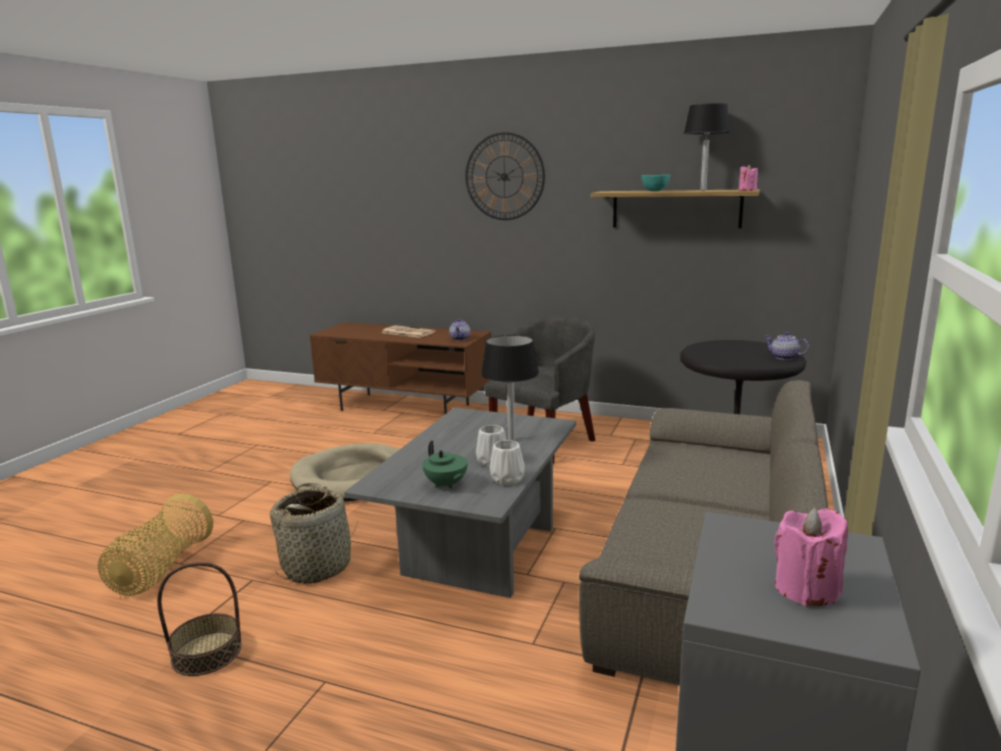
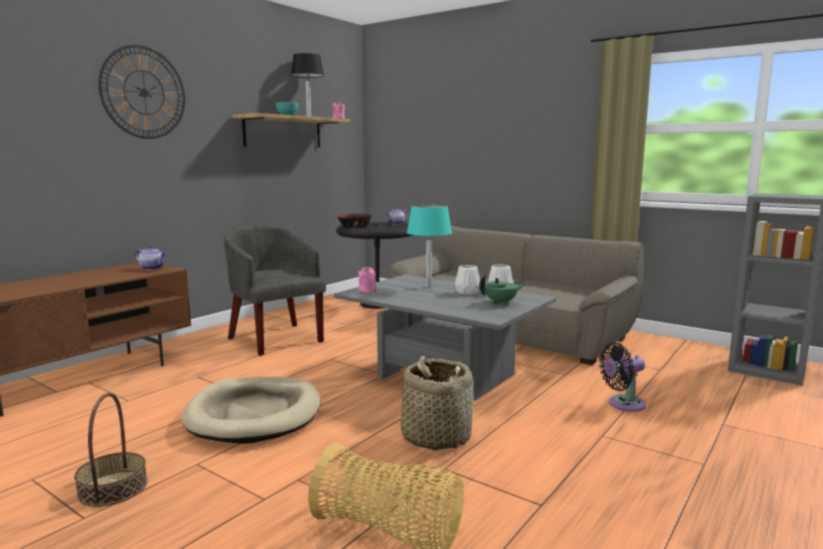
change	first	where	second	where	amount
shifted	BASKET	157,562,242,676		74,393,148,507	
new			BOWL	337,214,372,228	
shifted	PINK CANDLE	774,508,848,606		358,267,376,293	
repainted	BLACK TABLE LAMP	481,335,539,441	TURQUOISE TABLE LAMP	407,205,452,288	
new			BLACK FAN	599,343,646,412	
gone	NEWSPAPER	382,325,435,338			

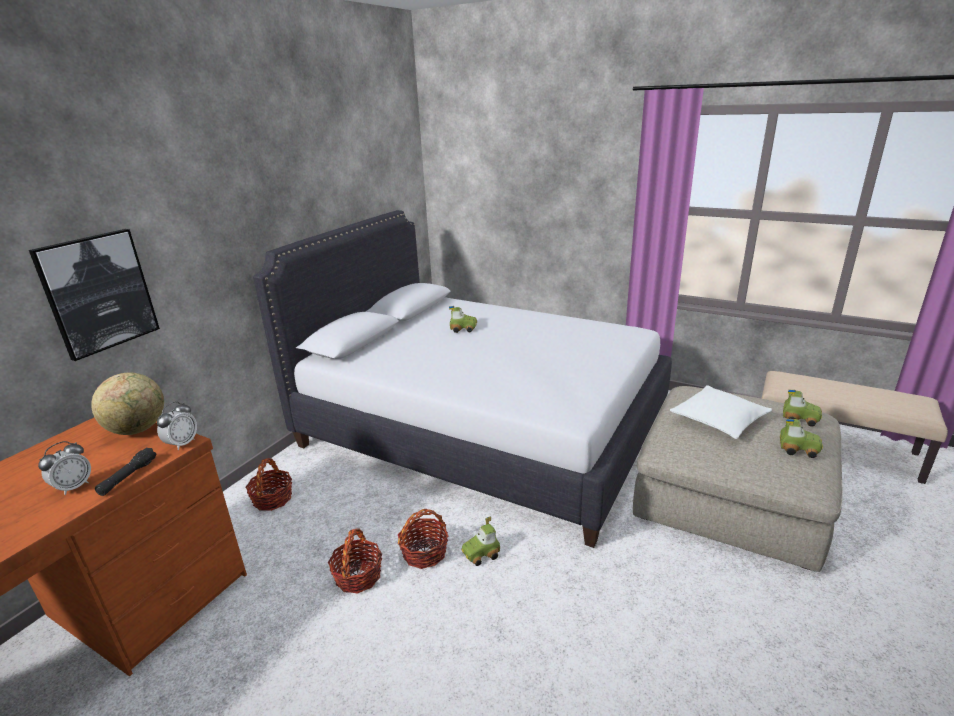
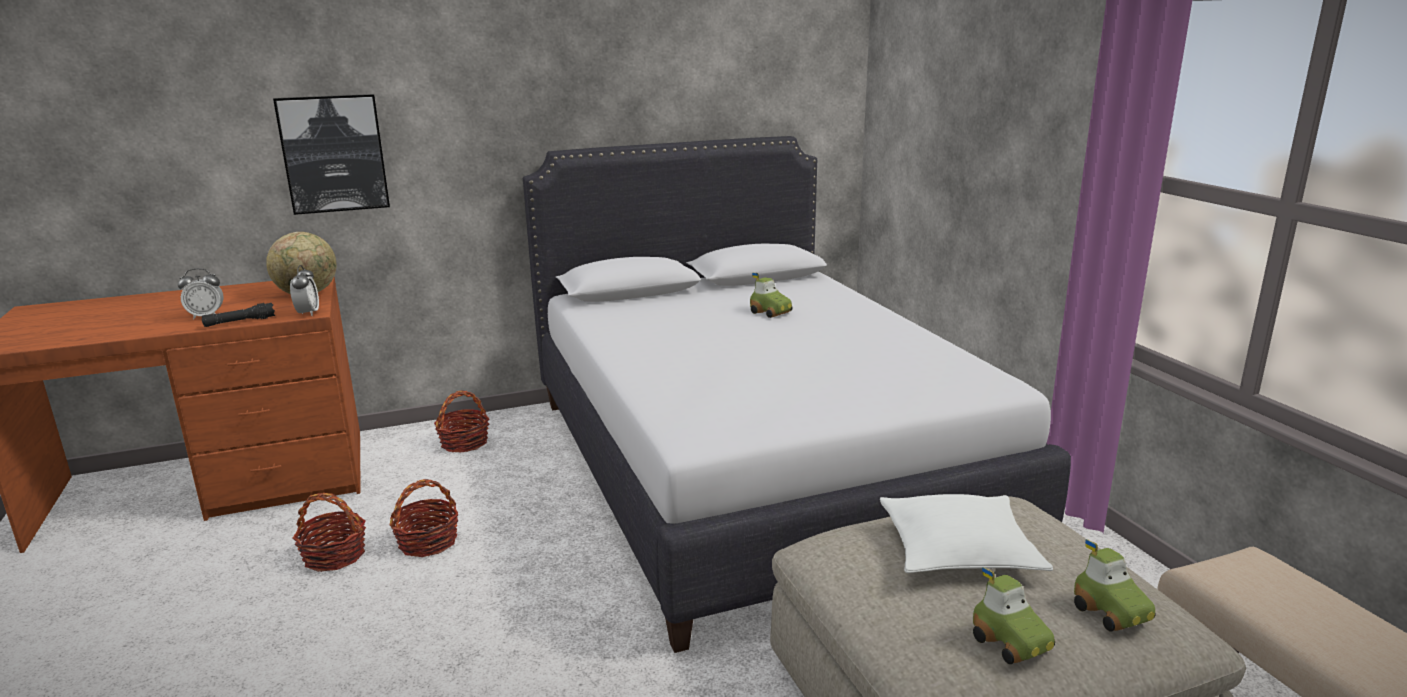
change	first	where	second	where	amount
rotated	ALARM CLOCK	157,401,197,450		290,265,319,316	75 degrees counterclockwise
shifted	BASKET	398,509,448,569		293,493,366,572	
gone	TOY CAR	462,516,500,566			

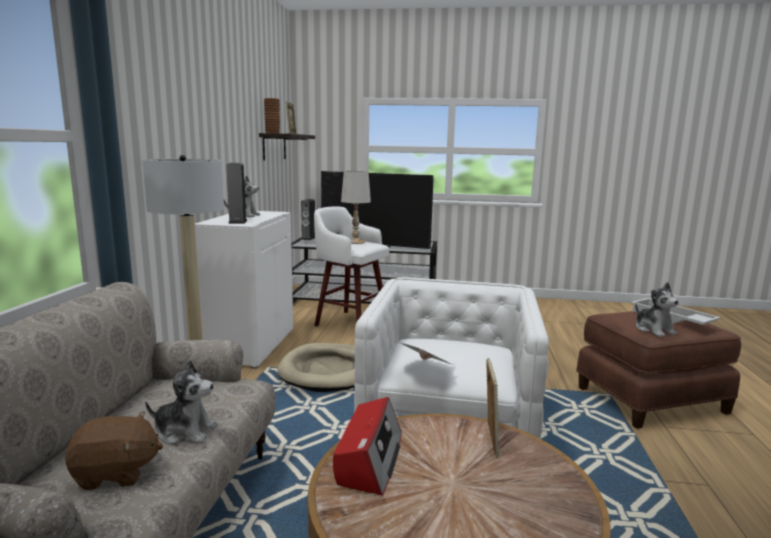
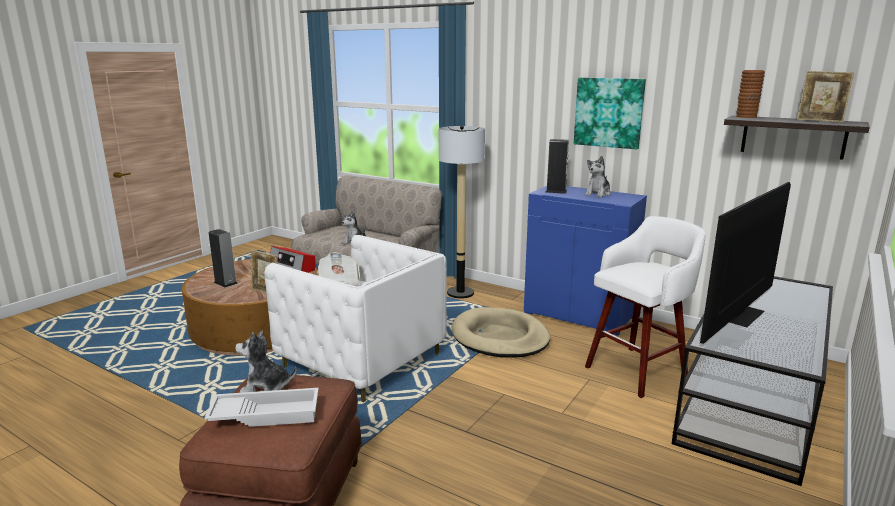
change	first	where	second	where	amount
shifted	SPEAKER	301,199,315,240		209,229,238,288	
repainted	WHITE CABINET	195,211,293,369	BLUE CABINET	524,186,647,336	
new			PICTURE	574,78,646,149	
gone	BROWN PLUSH TOY	65,411,163,490			
gone	WHITE TABLE LAMP	341,171,371,244			

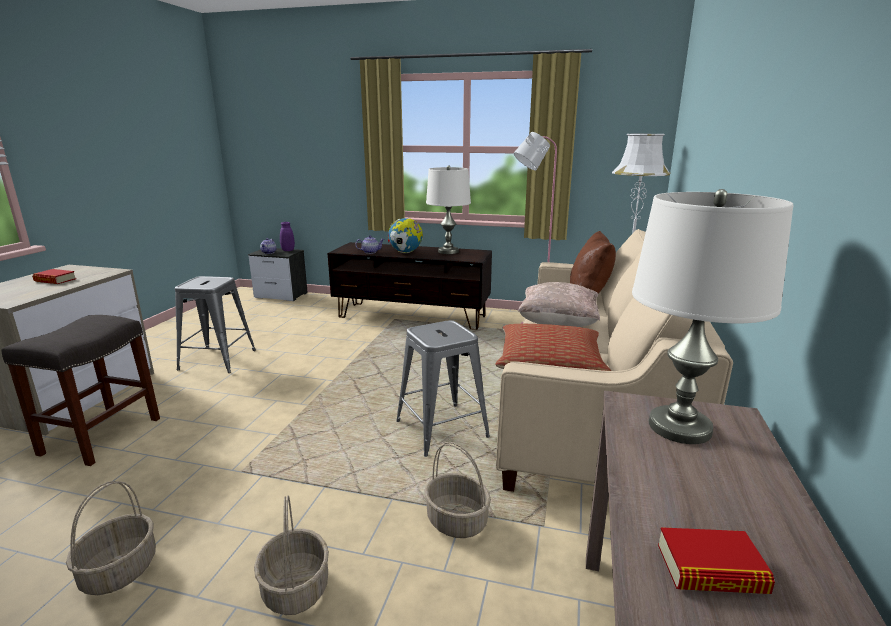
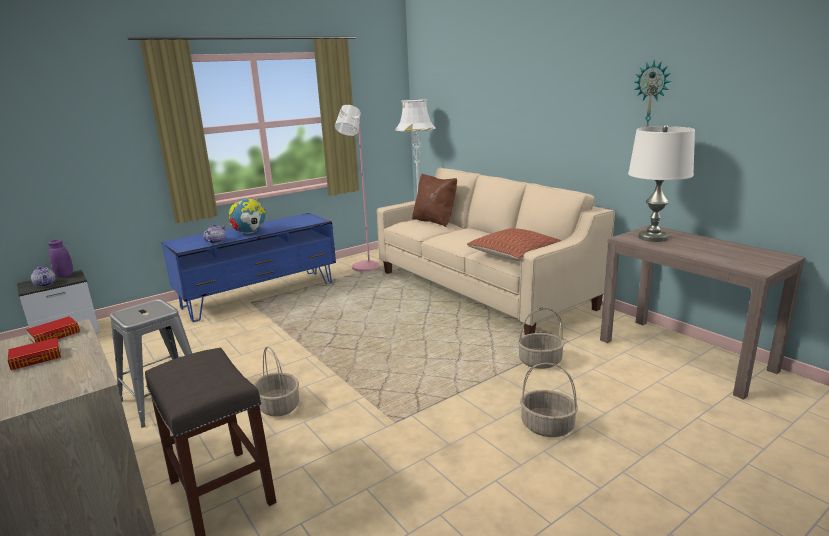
change	first	where	second	where	amount
shifted	BOOK	658,527,775,594		26,316,80,343	
repainted	BROWN TV STAND	328,242,492,330	BLUE TV STAND	161,213,336,322	
shifted	BASKET	66,481,156,595		253,347,299,417	
new			WALL CLOCK	634,60,671,127	
gone	GREY STOOL	396,320,490,457			
gone	WHITE TABLE LAMP	426,165,471,254			
gone	BEIGE PILLOW	518,282,600,327			

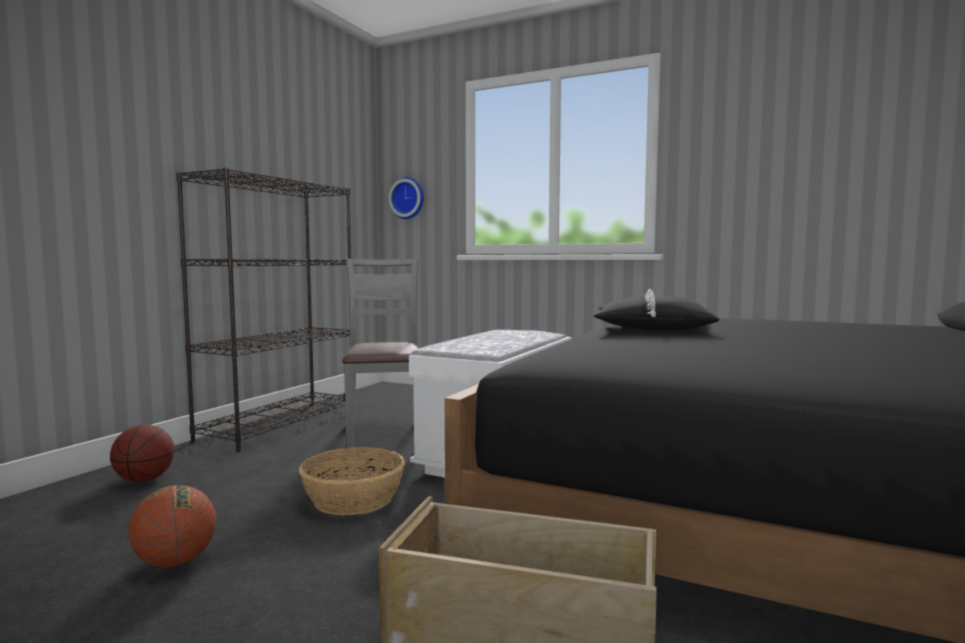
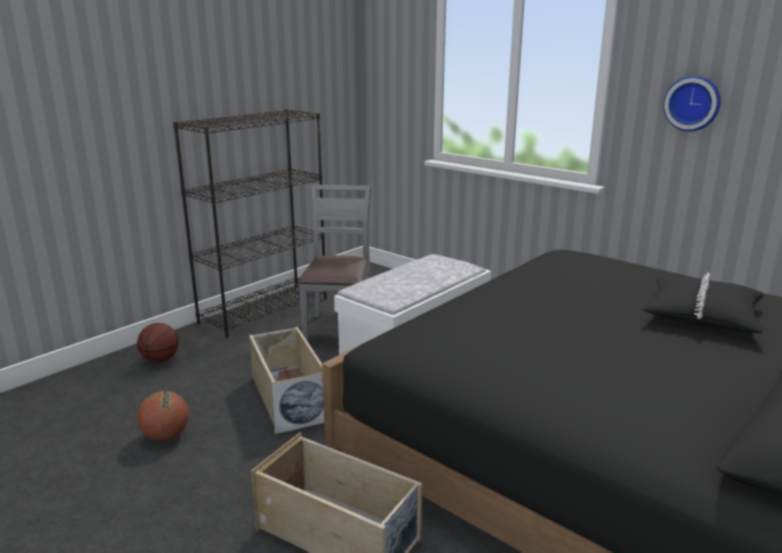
change	first	where	second	where	amount
swapped	BASKET	299,447,405,515	BEIGE STORAGE BOX	249,327,324,434	
shifted	BLACK PILLOW	594,288,720,330		642,272,764,333	
shifted	WALL CLOCK	389,177,424,219		663,75,721,132	

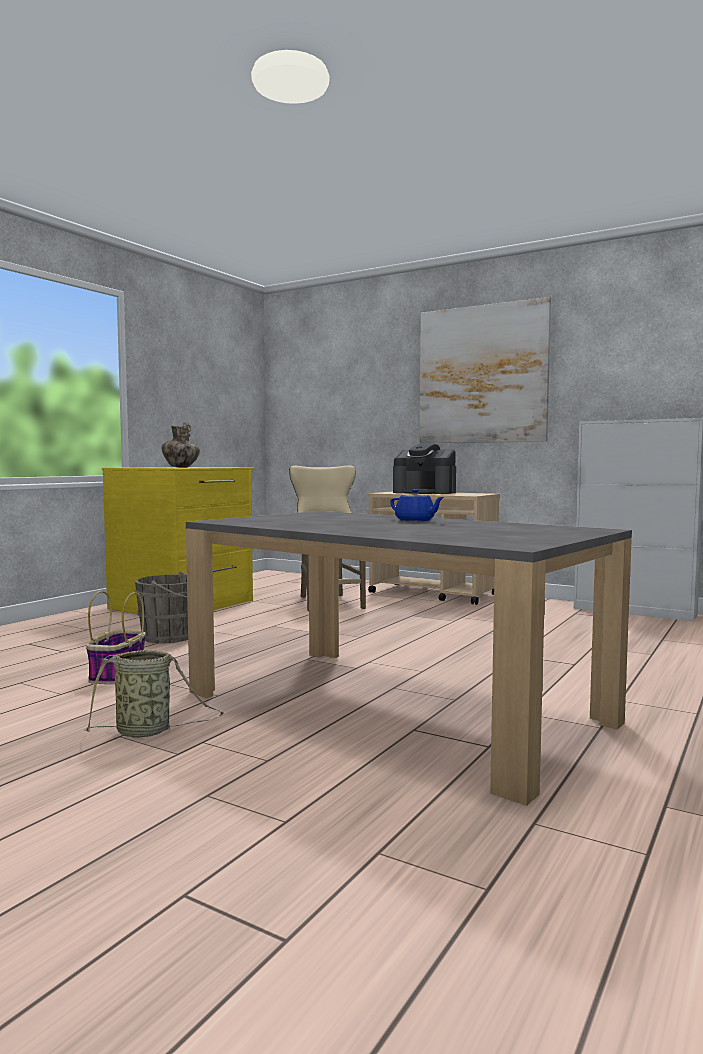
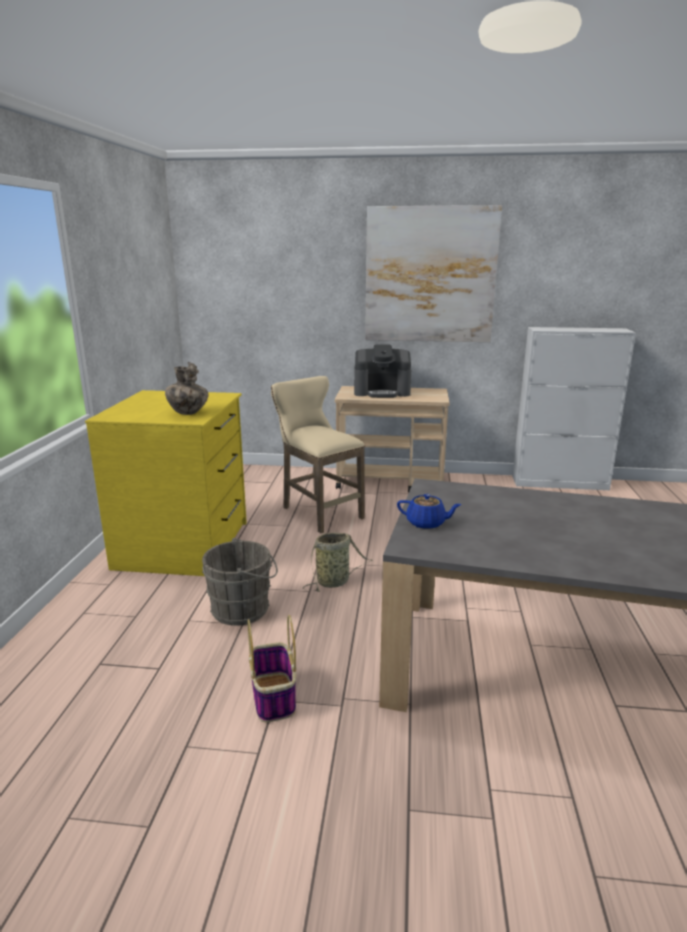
change	first	where	second	where	amount
shifted	BASKET	85,650,224,738		303,532,373,592	
shifted	BLUE TEAPOT	390,489,444,522		397,494,462,529	

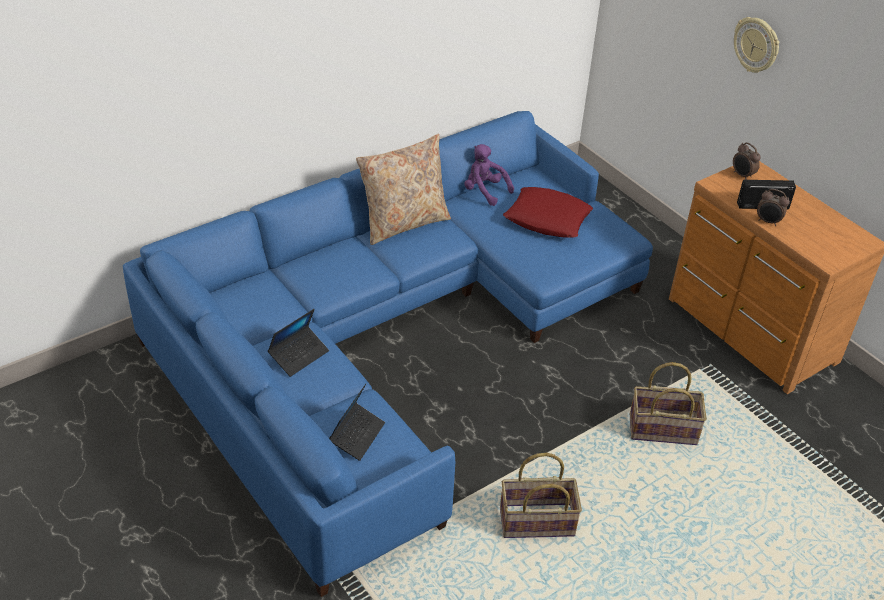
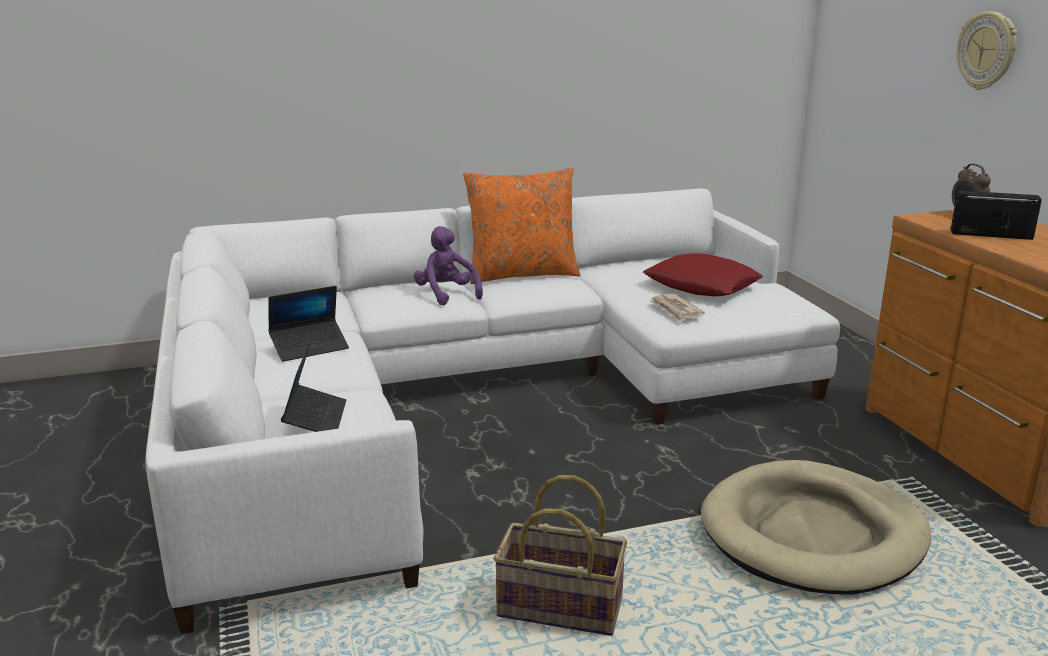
change	first	where	second	where	amount
repainted	BLUE SOFA	123,111,653,597	WHITE SOFA	145,188,840,634	
rotated	LAPTOP	329,384,385,461		281,340,346,432	45 degrees counterclockwise
shifted	PURPLE PLUSH TOY	464,144,514,206		414,226,483,306	
repainted	BEIGE PILLOW	356,134,451,245	ORANGE PILLOW	463,167,581,284	
new			NEWSPAPER	649,293,705,322	
swapped	BASKET	630,362,707,445	BEIGE DOG BED	701,460,931,595	
gone	ALARM CLOCK	757,189,790,226			

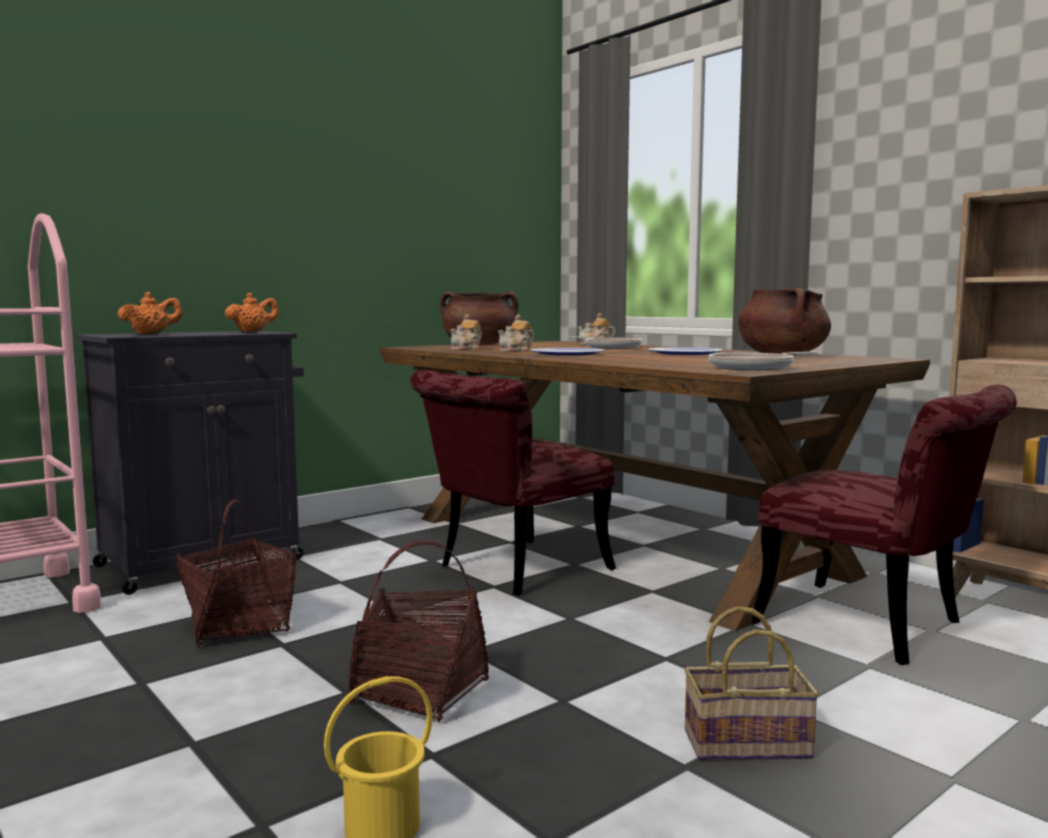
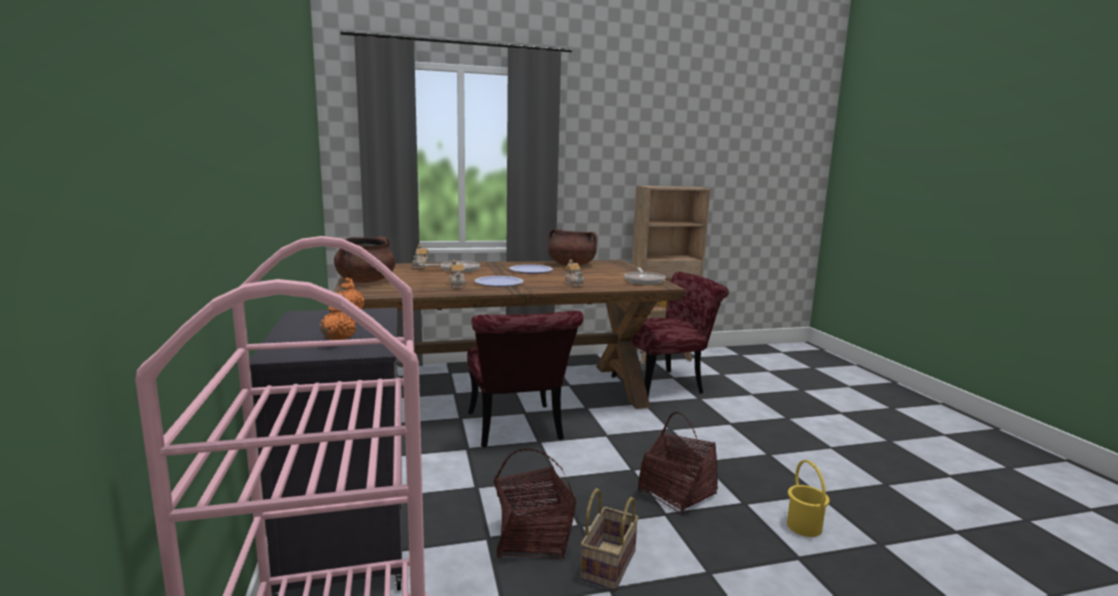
change	first	where	second	where	amount
shifted	TEAPOT	450,314,482,350		565,259,584,287	
shifted	BASKET	684,606,819,761		581,488,639,591	

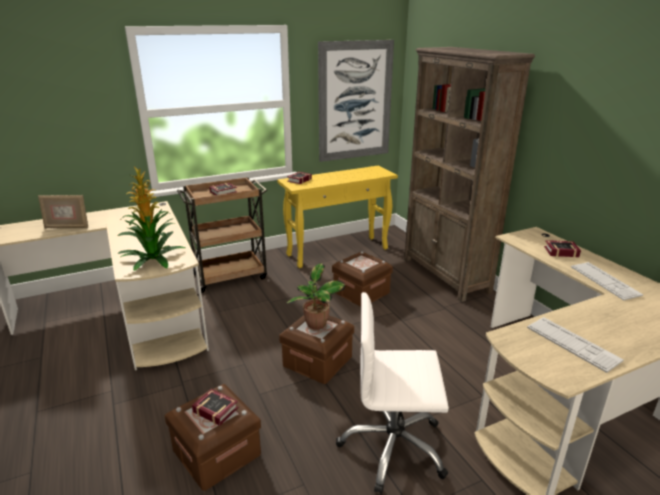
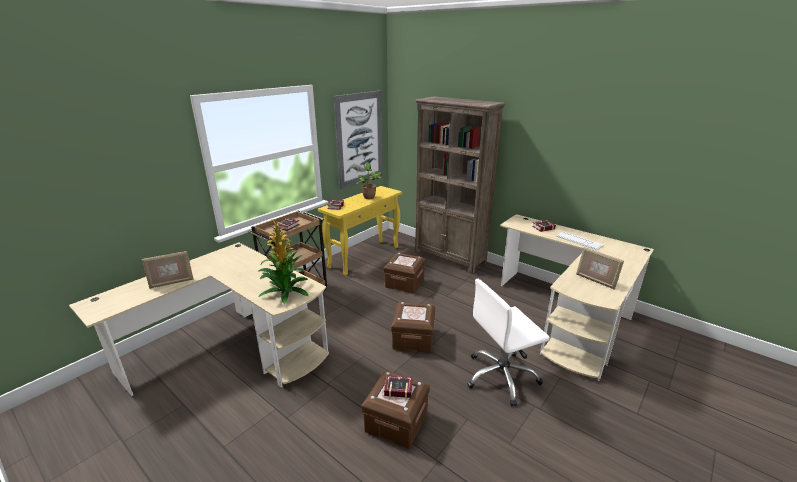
change	first	where	second	where	amount
shifted	POTTED PLANT	286,263,345,330		356,162,382,199	
swapped	KEYBOARD	527,317,624,373	PICTURE FRAME	576,247,624,290	

